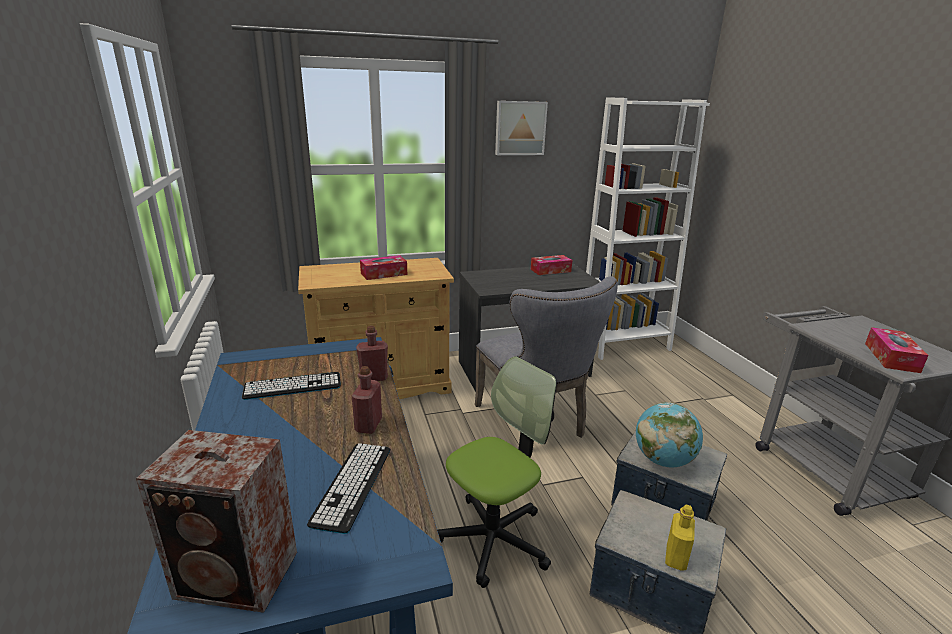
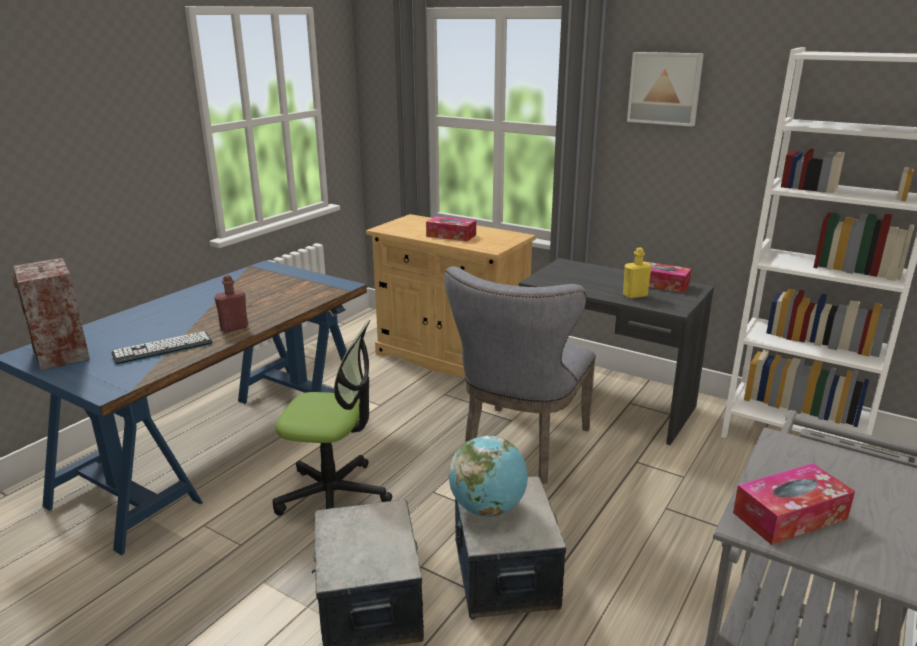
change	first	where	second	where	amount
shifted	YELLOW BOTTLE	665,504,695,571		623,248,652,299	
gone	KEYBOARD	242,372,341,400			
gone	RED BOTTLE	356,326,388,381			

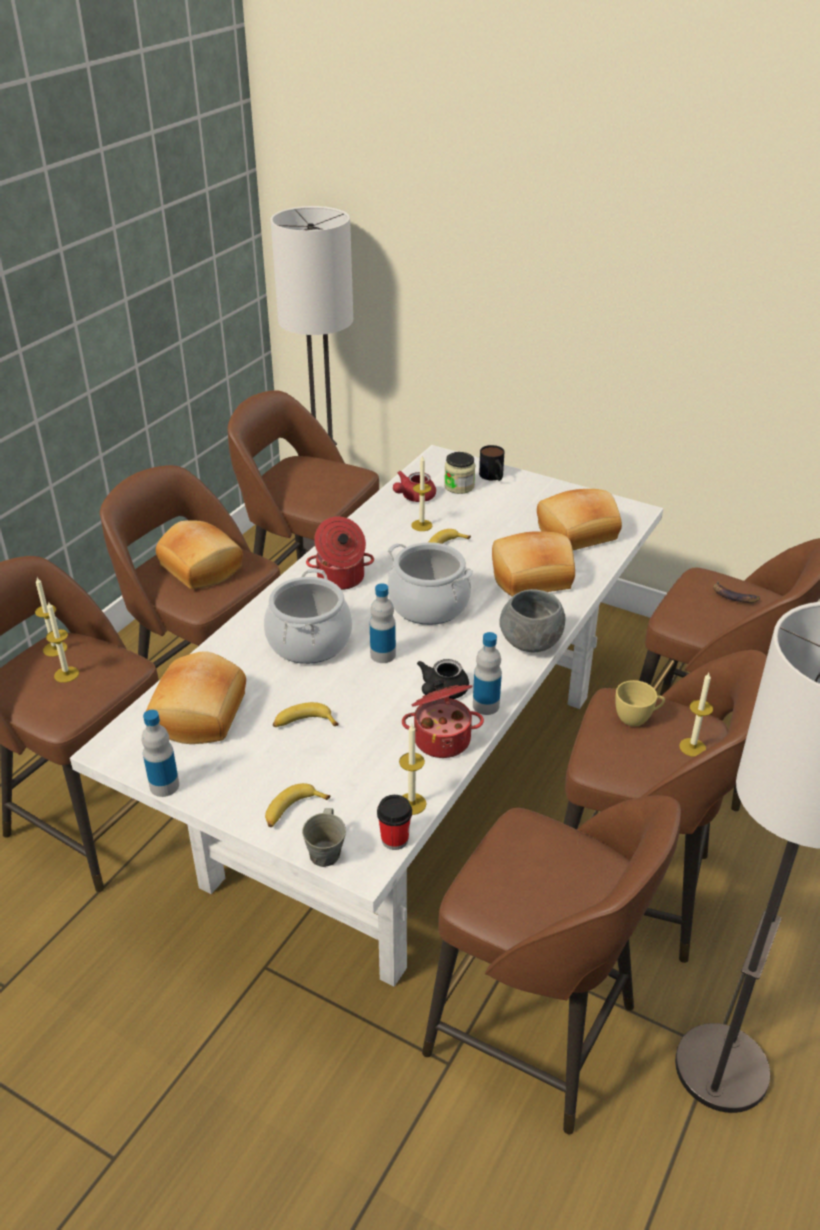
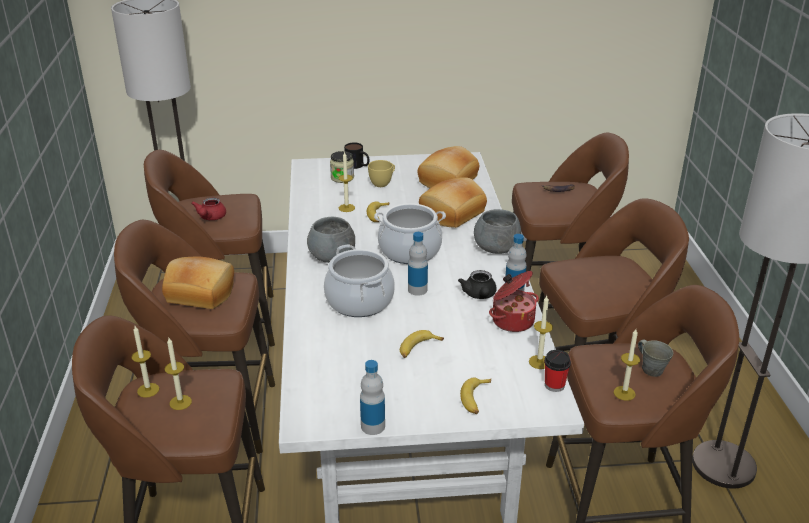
change	first	where	second	where	amount
shifted	RED TEAPOT	393,471,436,502		191,198,226,220	
swapped	COOKING POT	306,516,374,590	GREY BOWL	307,217,355,263	
shifted	YELLOW CUP	615,680,665,726		368,160,395,187	
shifted	CANDLE	679,673,713,757		614,329,640,401	
shifted	GREY MUG	302,808,346,867		638,339,673,377	
gone	BREAD	146,651,246,744			

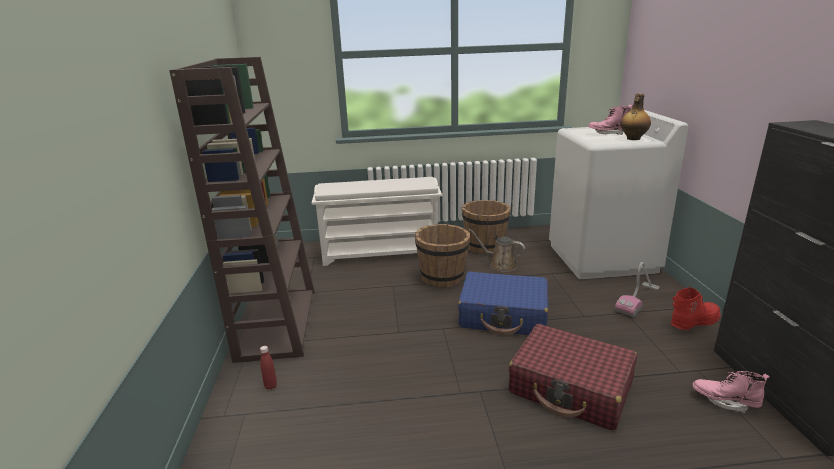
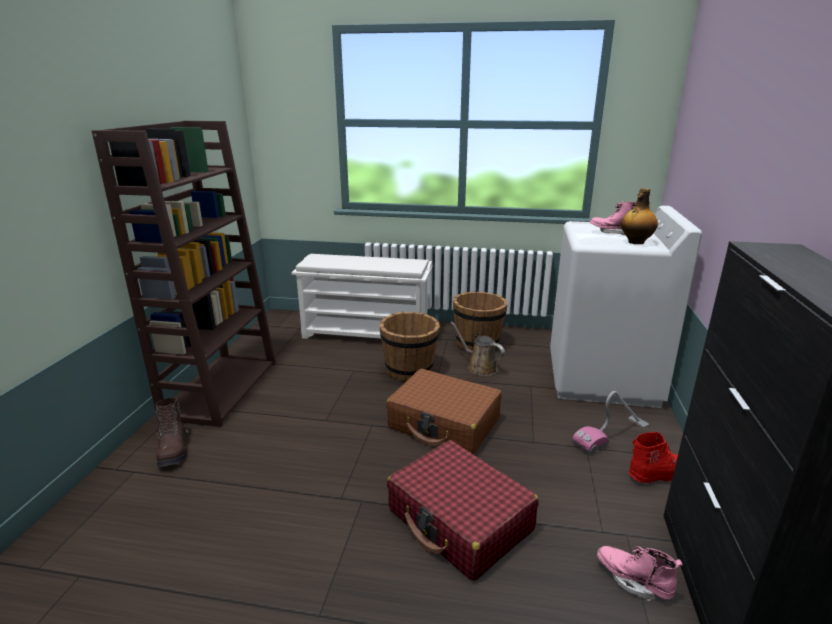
change	first	where	second	where	amount
swapped	RED BOTTLE	260,346,277,390	BROWN BOOT	156,398,188,467	
repainted	BLUE SUITCASE	458,271,548,335	BROWN SUITCASE	386,369,502,455	

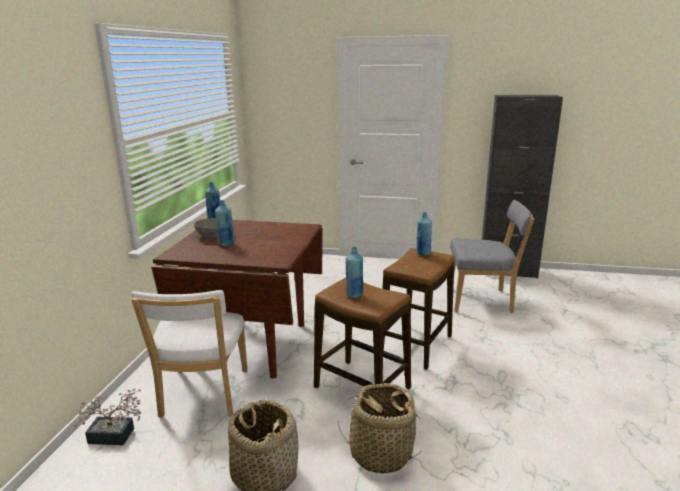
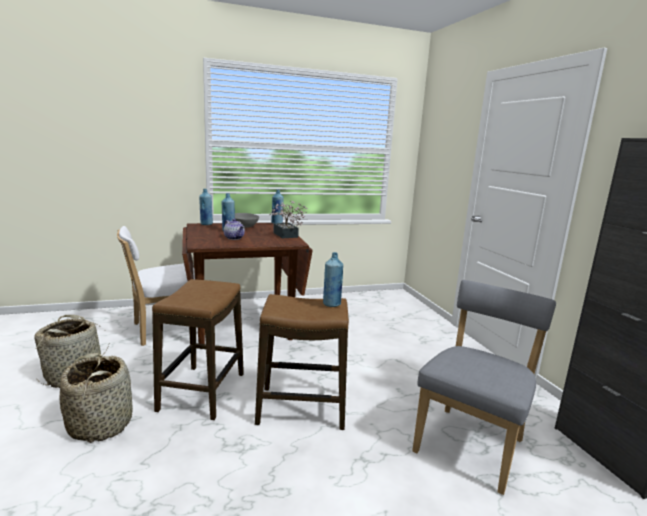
change	first	where	second	where	amount
shifted	BLUE BOTTLE	346,247,363,298		199,189,213,225	
new			TEAPOT	224,218,245,240	
shifted	POTTED PLANT	74,388,141,445		269,201,307,238	
rotated	GREY CHAIR	450,200,535,313		412,280,556,495	120 degrees counterclockwise

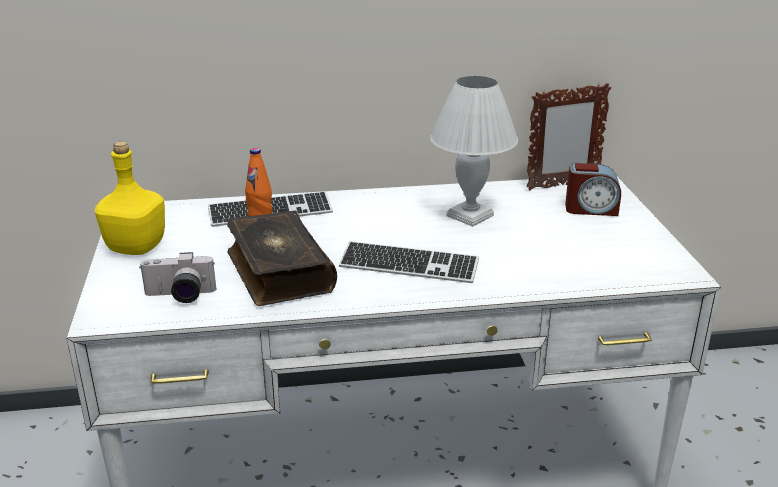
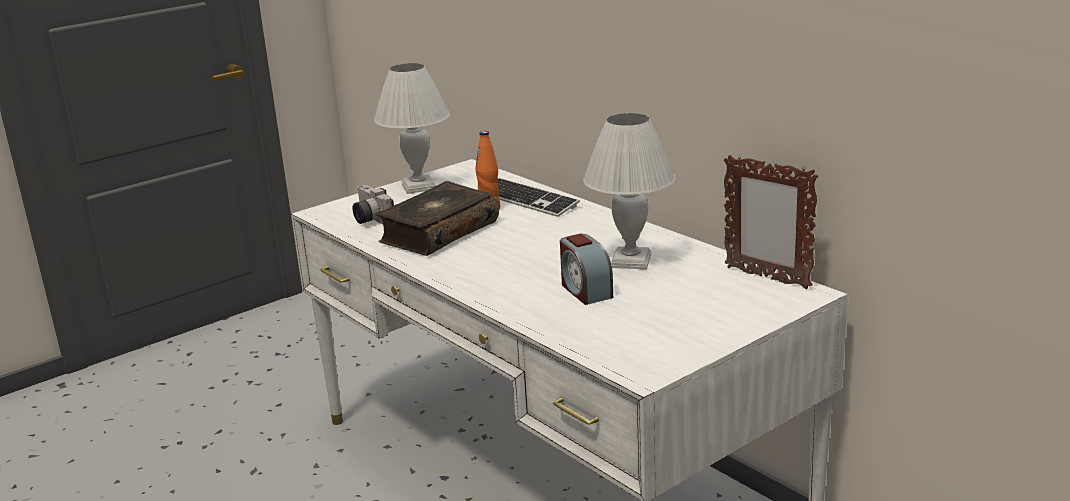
change	first	where	second	where	amount
swapped	YELLOW BOTTLE	95,141,165,255	WHITE TABLE LAMP	374,63,450,194	
shifted	ALARM CLOCK	565,163,621,216		560,233,613,305	
gone	KEYBOARD	339,241,479,283			

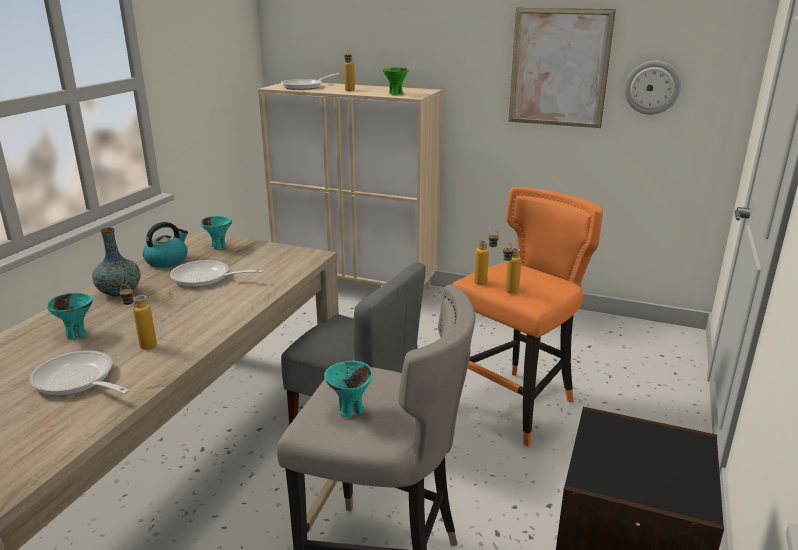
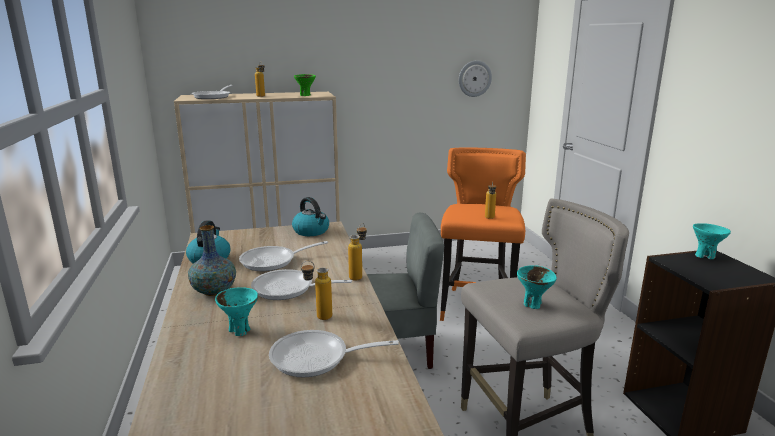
change	first	where	second	where	amount
new			FRYING PAN	251,269,352,300	
new			KETTLE	292,197,329,236	
shifted	BOTTLE	474,231,499,285		348,223,367,281	
shifted	TURQUOISE BOWL	200,216,232,250		693,223,731,259	
gone	PICTURE	509,8,616,128			

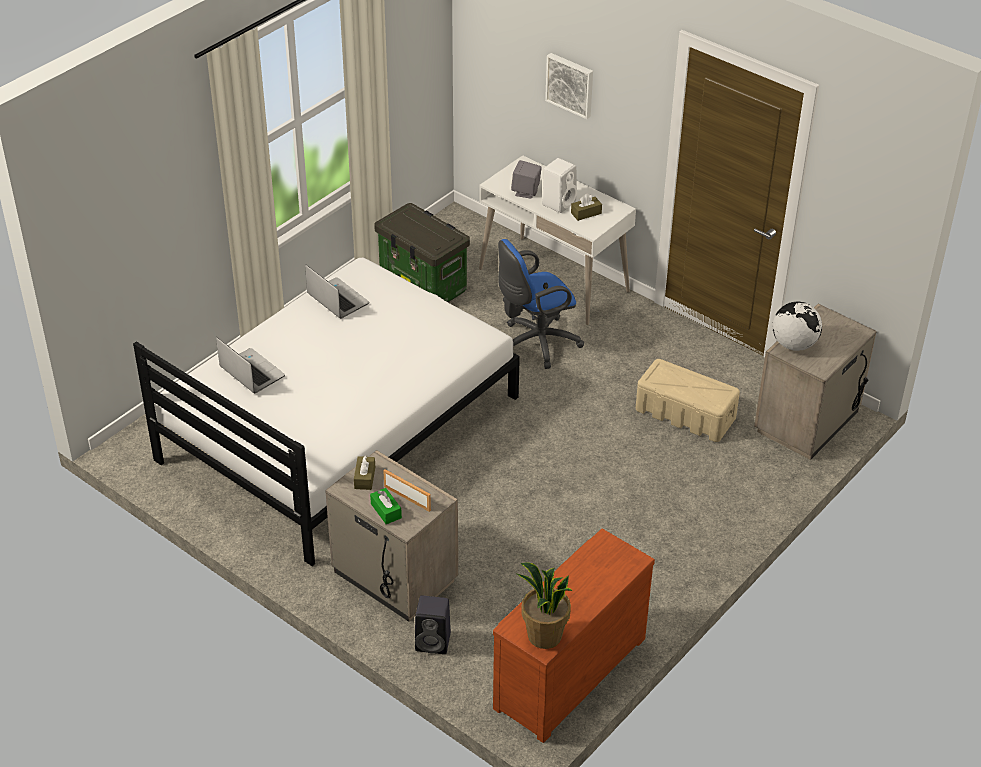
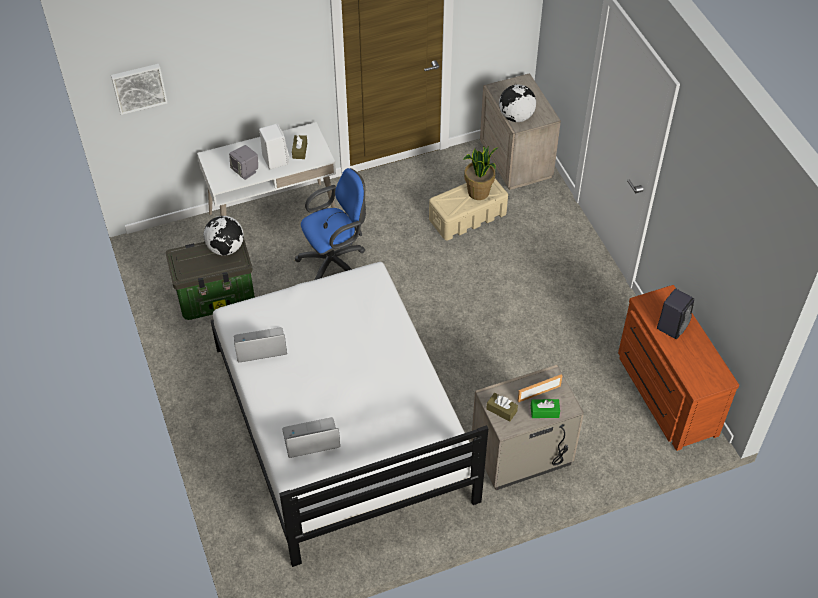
change	first	where	second	where	amount
shifted	PICTURE	545,53,593,119		111,64,167,115	
new			GLOBE	203,216,244,255	
rotated	BLUE OFFICE CHAIR	498,239,584,369		295,168,366,280	120 degrees counterclockwise
shifted	POTTED PLANT	516,562,572,649		463,146,499,200	
shifted	BLACK SPEAKER	415,595,451,654		657,289,694,339	

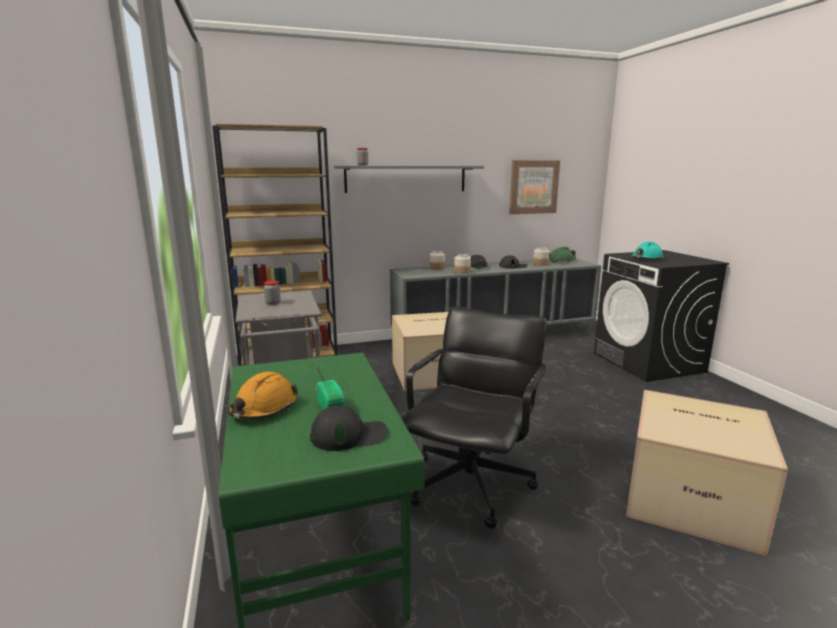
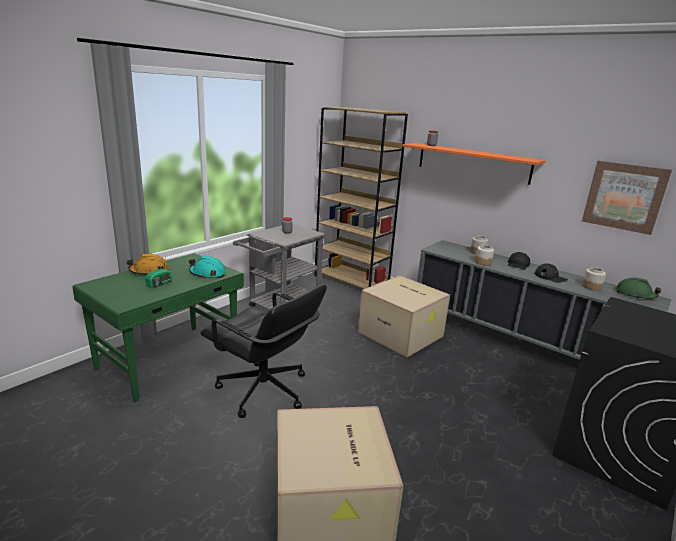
change	first	where	second	where	amount
shifted	TURQUOISE HARD HAT	631,241,665,260		189,256,226,278	
rotated	BLACK OFFICE CHAIR	402,306,547,529		200,285,327,418	45 degrees clockwise
repainted	GREY SHELF	334,166,484,193	ORANGE SHELF	402,143,546,185	
gone	BLACK CAP	310,405,387,451			

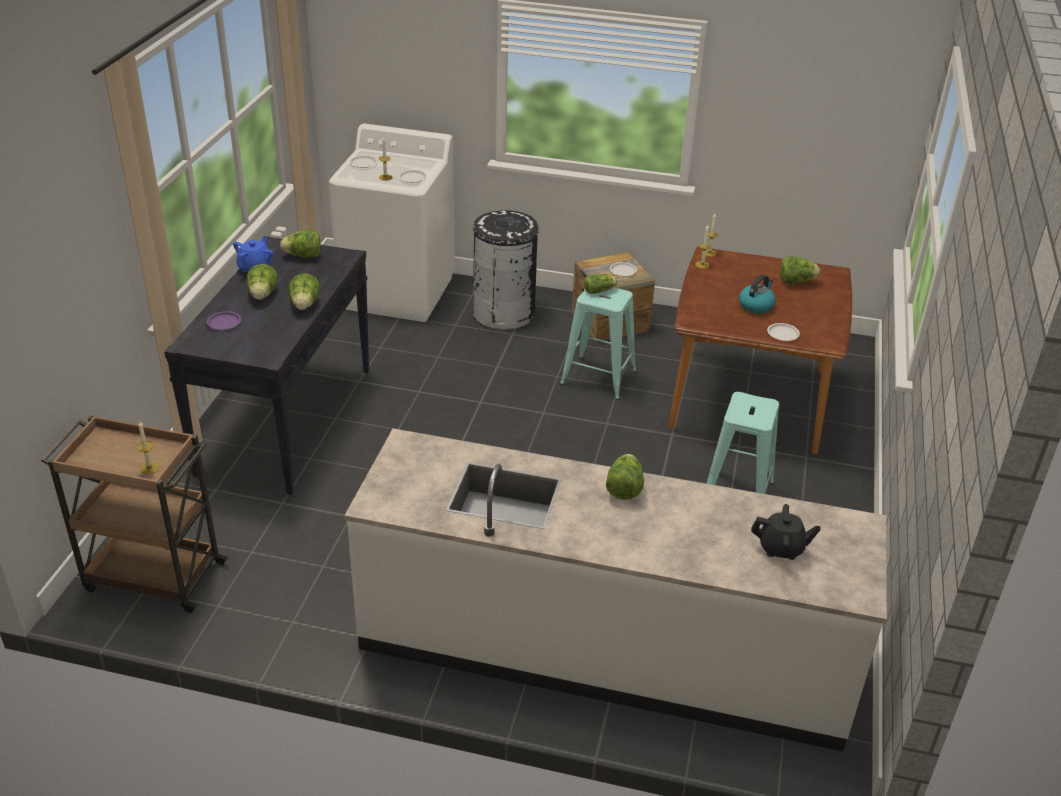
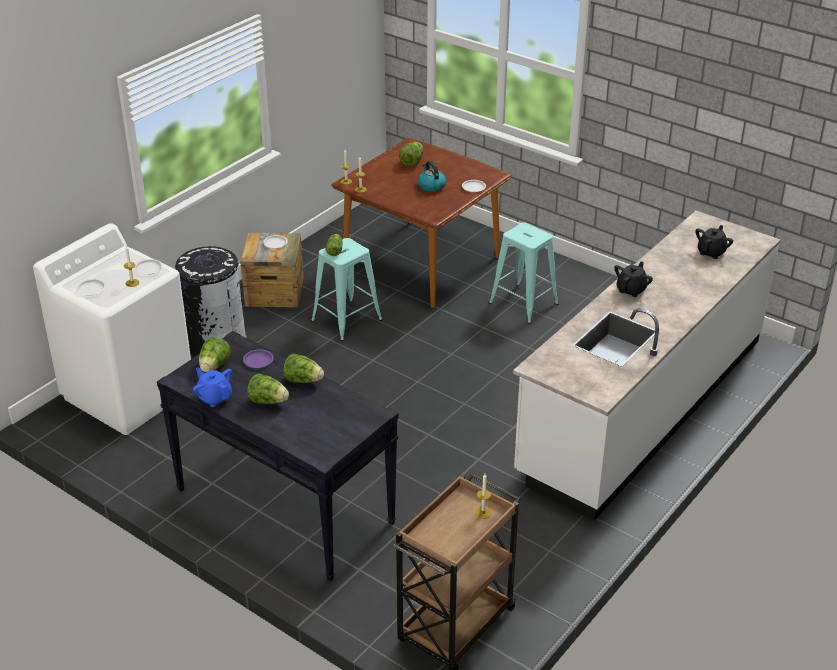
change	first	where	second	where	amount
shifted	PURPLE PLATE	207,311,241,330		243,349,273,368	
swapped	LETTUCE	606,454,644,500	BLACK TEAPOT	614,261,653,297	

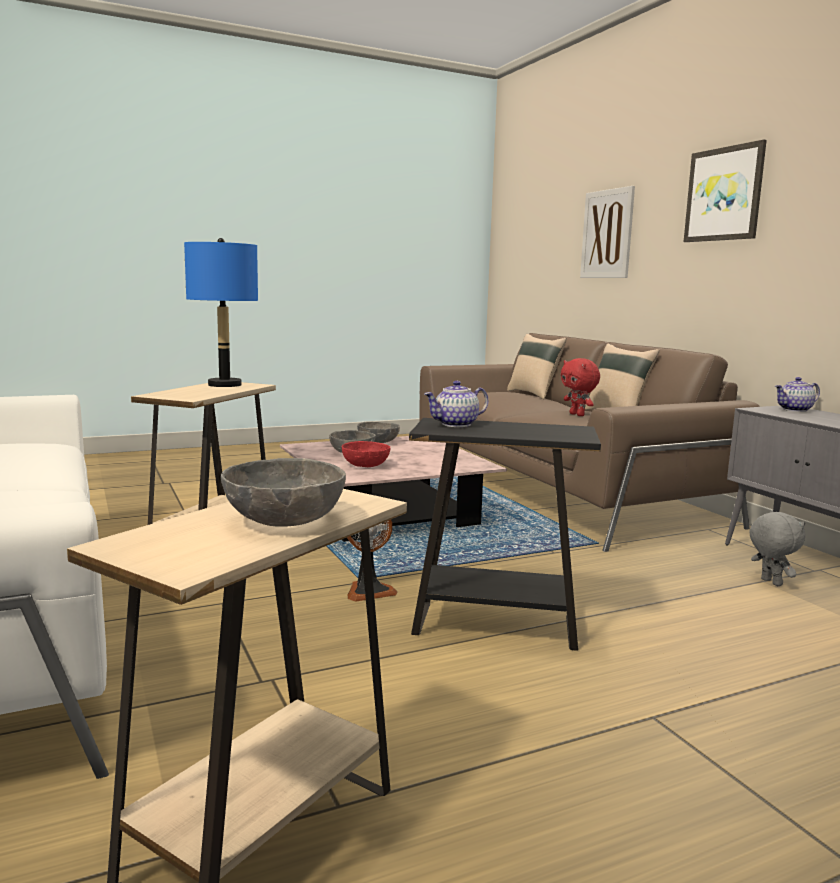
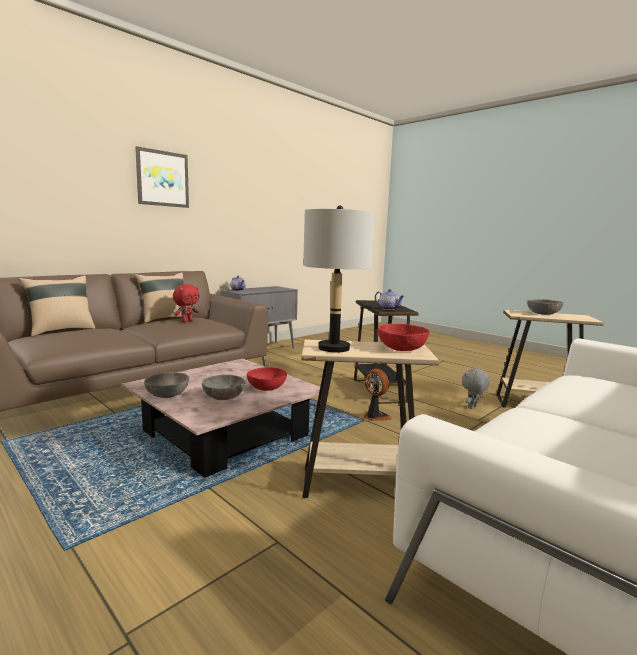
change	first	where	second	where	amount
repainted	BLUE TABLE LAMP	184,238,258,387	GREY TABLE LAMP	303,205,375,352	
new			RED BOWL	378,324,430,351	
shifted	GREY PLUSH TOY	750,510,805,586		462,368,490,409	
gone	PICTURE	580,186,635,278			

